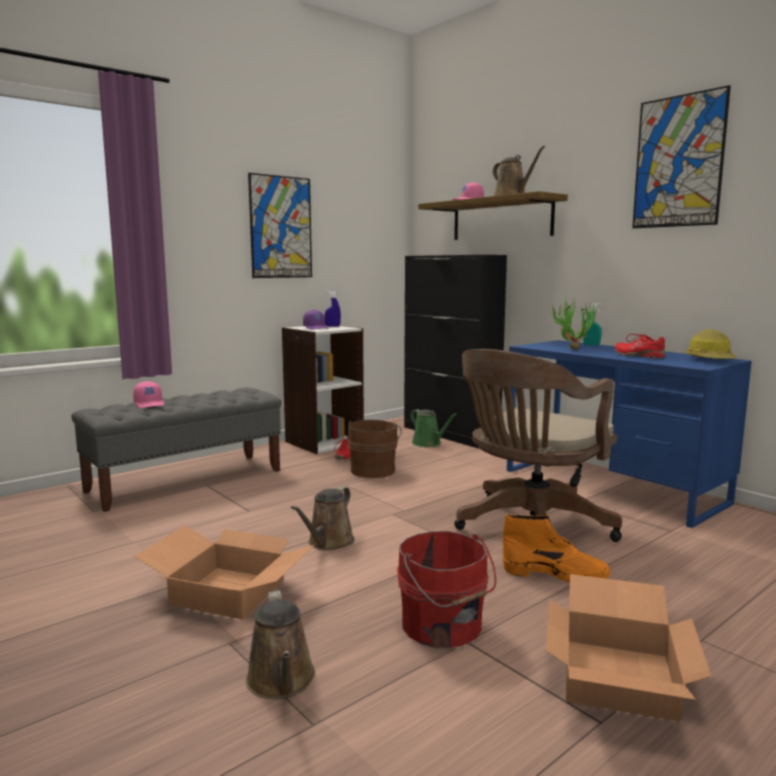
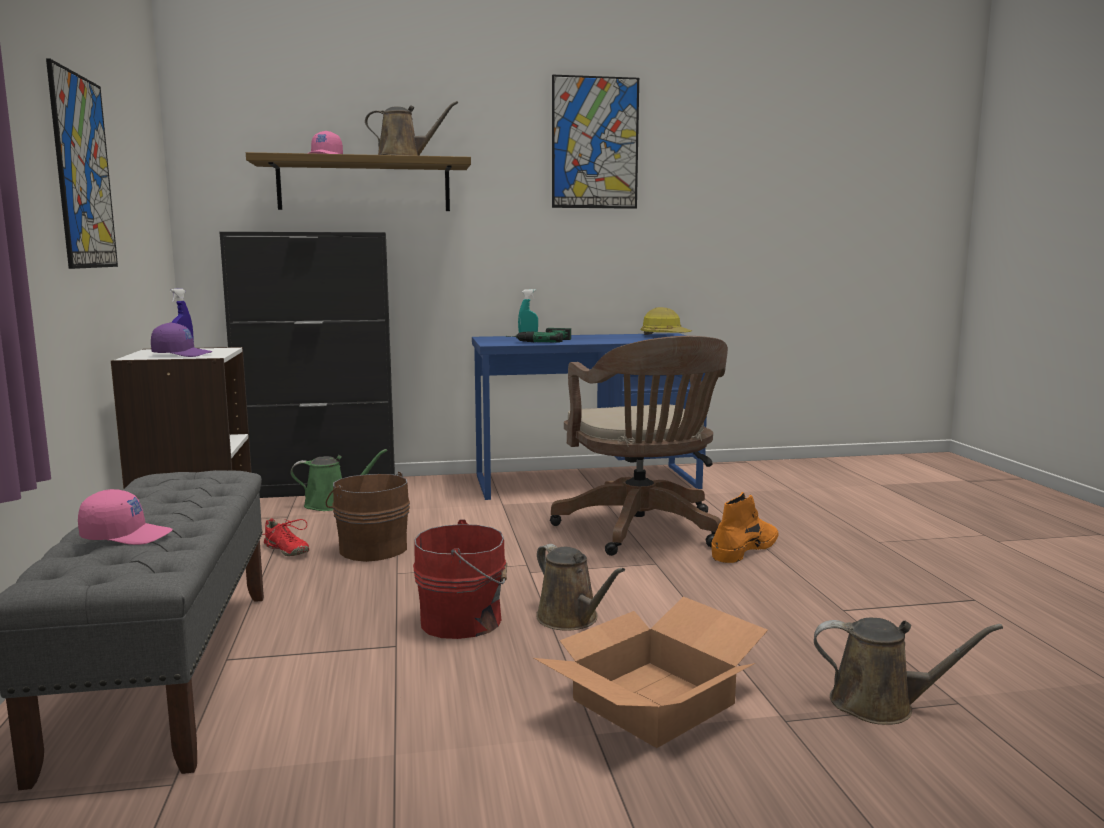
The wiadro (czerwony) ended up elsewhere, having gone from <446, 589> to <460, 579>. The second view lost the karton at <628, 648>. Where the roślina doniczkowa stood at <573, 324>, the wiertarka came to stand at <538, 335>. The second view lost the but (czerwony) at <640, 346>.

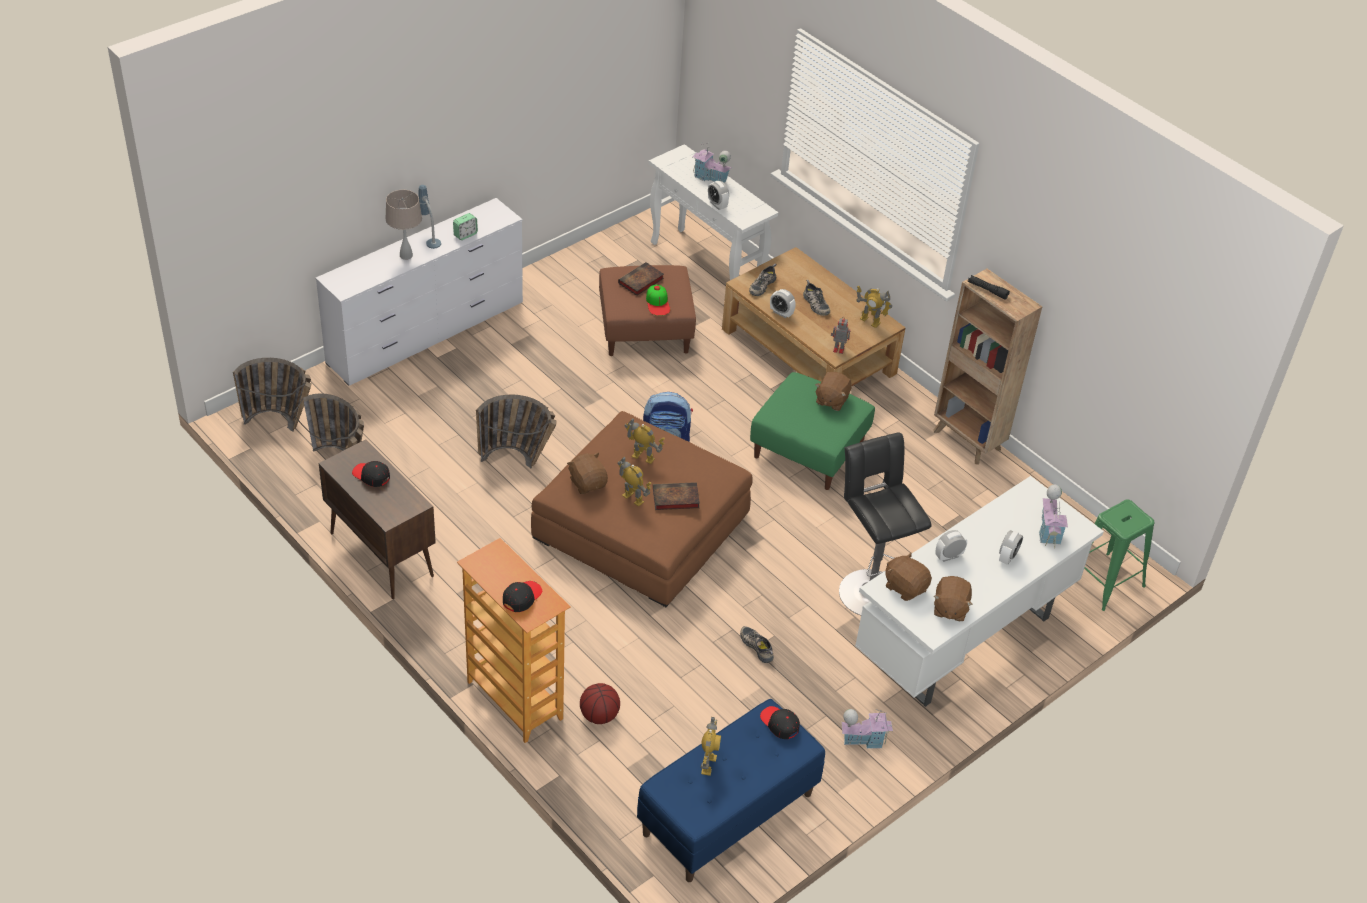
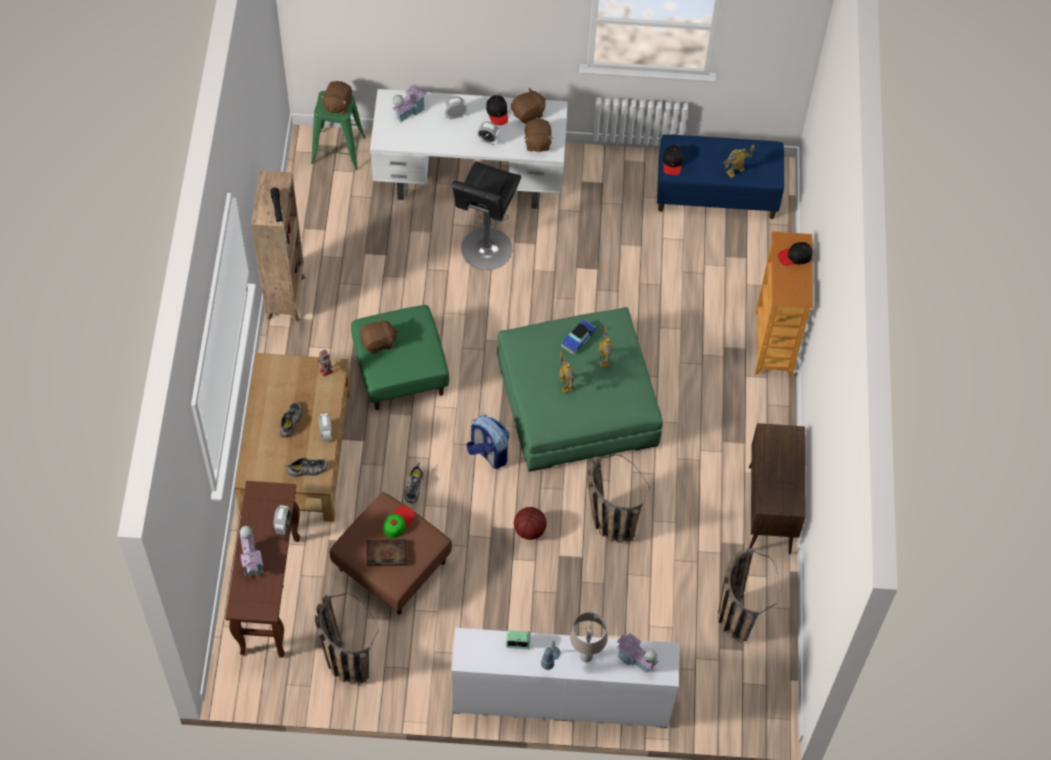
The koszyk ended up elsewhere, having gone from <272, 395> to <347, 638>. The czapka z daszkiem (czarny) ended up elsewhere, having gone from <371, 474> to <497, 110>. What was the pufa (brązowy) at <642, 509> turned into the pufa (zielony) at <580, 389>. The pluszak (brązowy) ended up elsewhere, having gone from <587, 473> to <336, 98>. The piłka do koszykówki ended up elsewhere, having gone from <600, 703> to <530, 523>. What was the stolik konsolowy (biały) at <713, 212> turned into the stolik konsolowy (brązowy) at <262, 569>. Where the książka stood at <676, 496>, the samochodzik came to stand at <578, 336>. The but ended up elsewhere, having gone from <757, 644> to <413, 483>. The domek ended up elsewhere, having gone from <867, 729> to <637, 653>. The second view lost the robot zabawkowy at <874, 307>.

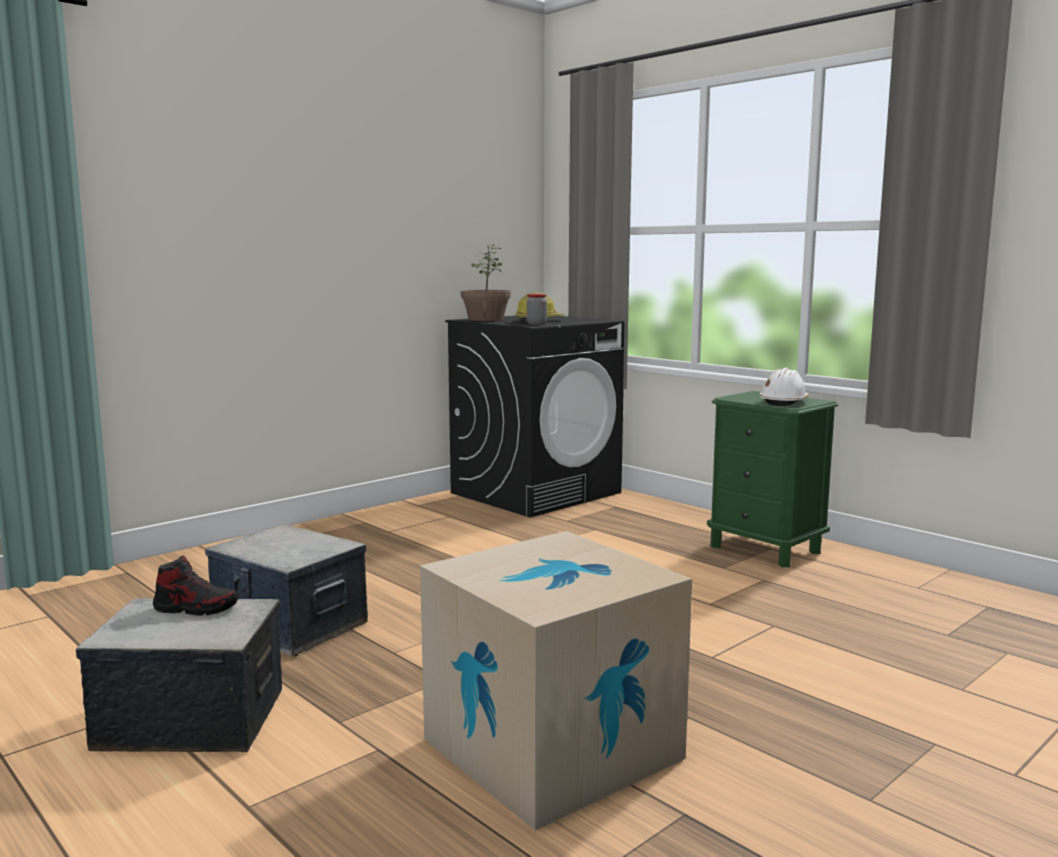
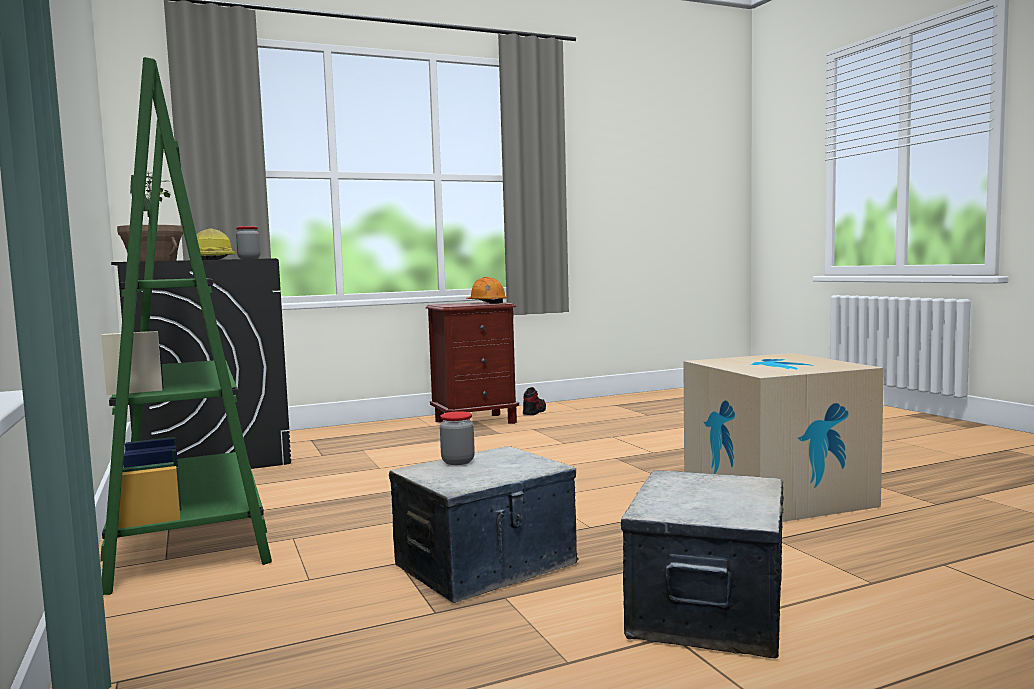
The but ended up elsewhere, having gone from <195, 585> to <534, 401>. What was the szafka nocna (zielony) at <772, 479> turned into the szafka nocna (brązowy) at <472, 363>. What was the kask (biały) at <784, 387> turned into the kask (pomarańczowy) at <486, 290>. The second view gained the regał (zielony) at <186, 326>. The second view gained the słoik at <457, 438>.

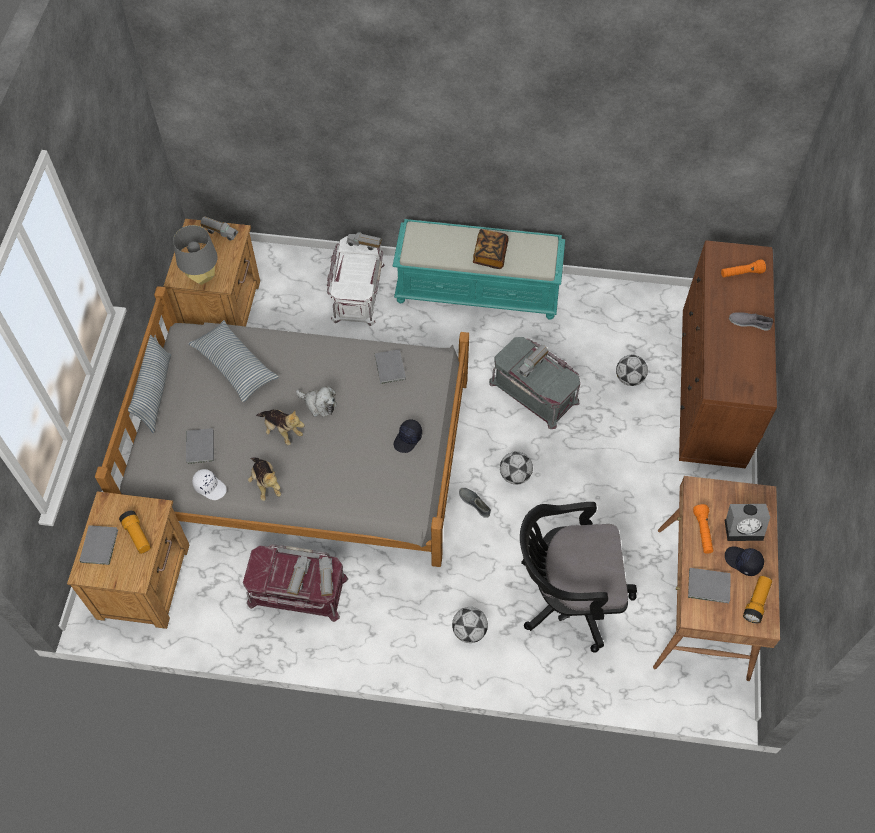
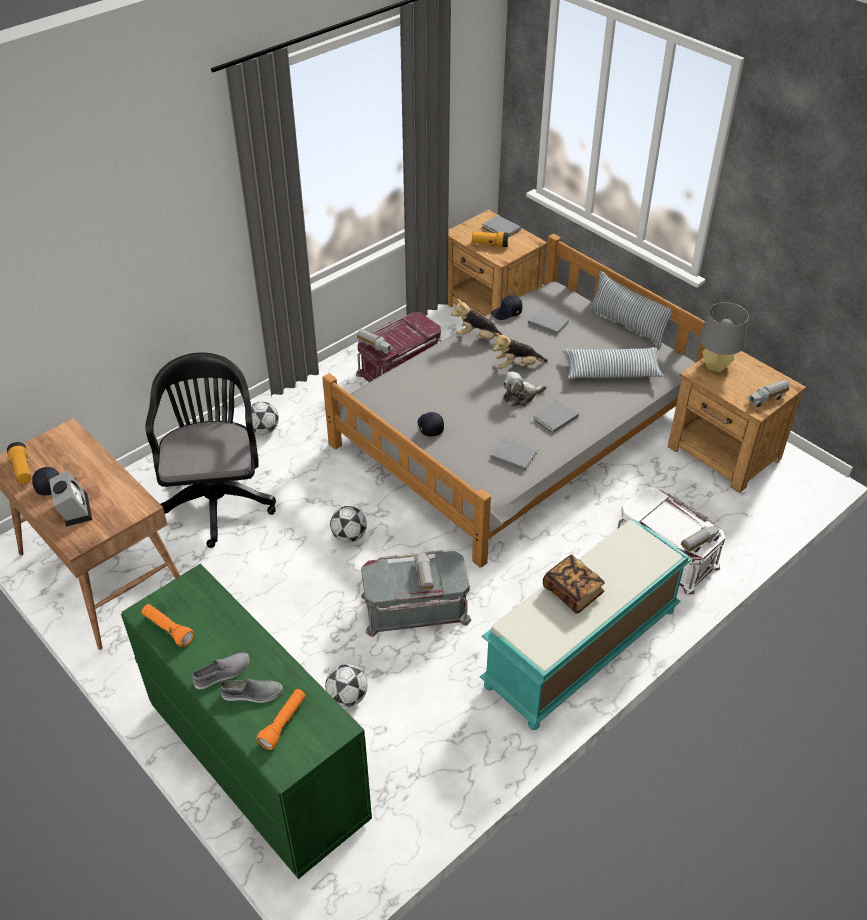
What was the czapka z daszkiem (biały) at <209, 484> turned into the czapka z daszkiem (czarny) at <506, 307>. The second view lost the ciężarówka zabawkowa at <299, 576>. The but (szary) ended up elsewhere, having gone from <475, 503> to <251, 690>. The krzesło biurowe (czarny) at <578, 577> ended up facing another way, 45 degrees counterclockwise from before. What was the komoda (brązowy) at <728, 354> turned into the komoda (zielony) at <246, 721>. The książka (szary) ended up elsewhere, having gone from <709, 585> to <556, 416>. The latarka (pomarańczowy) ended up elsewhere, having gone from <703, 529> to <168, 625>. The budzik at <747, 522> ended up facing another way, 120 degrees clockwise from before.

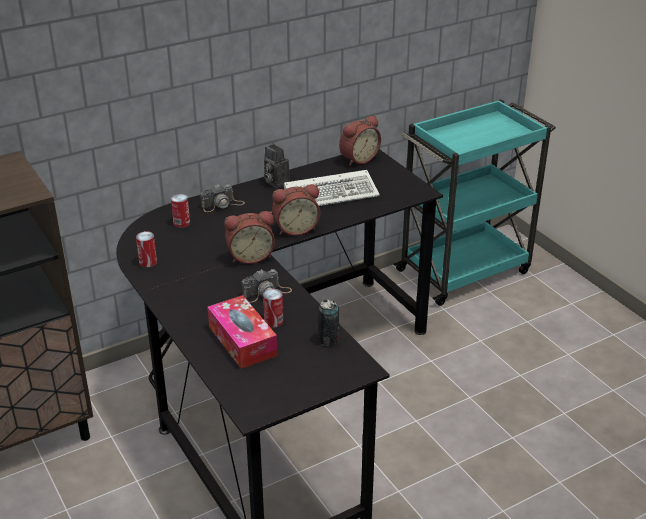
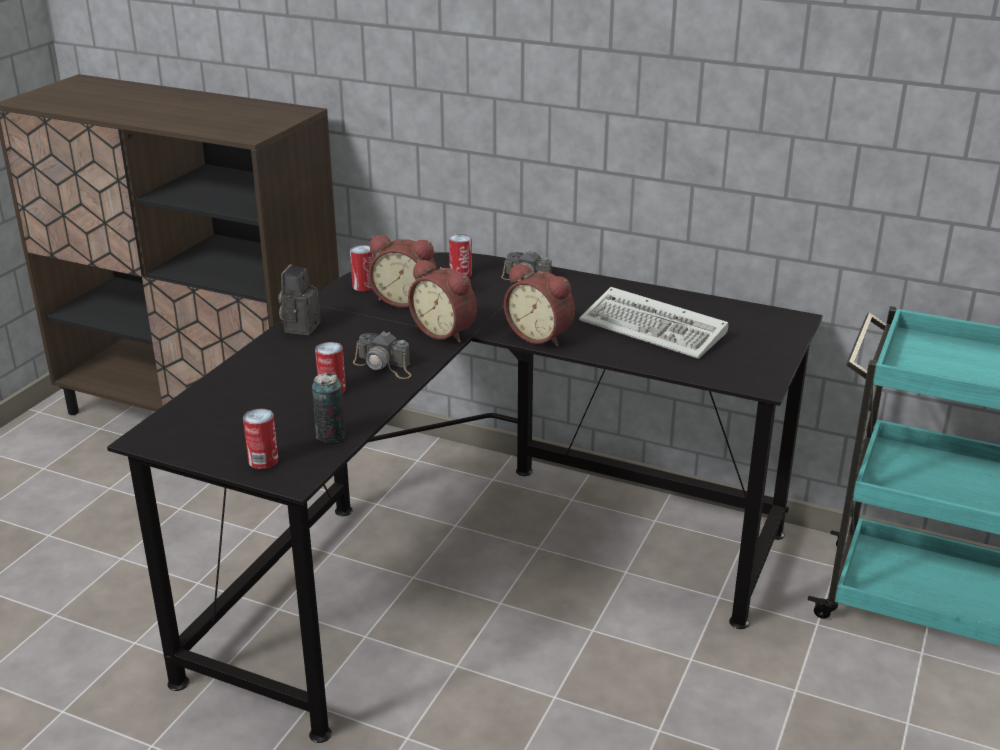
The second view lost the pudełko chusteczek at <242, 332>. The aparat fotograficzny ended up elsewhere, having gone from <277, 166> to <299, 299>. The budzik ended up elsewhere, having gone from <360, 140> to <403, 271>. The second view gained the puszka at <260, 439>.

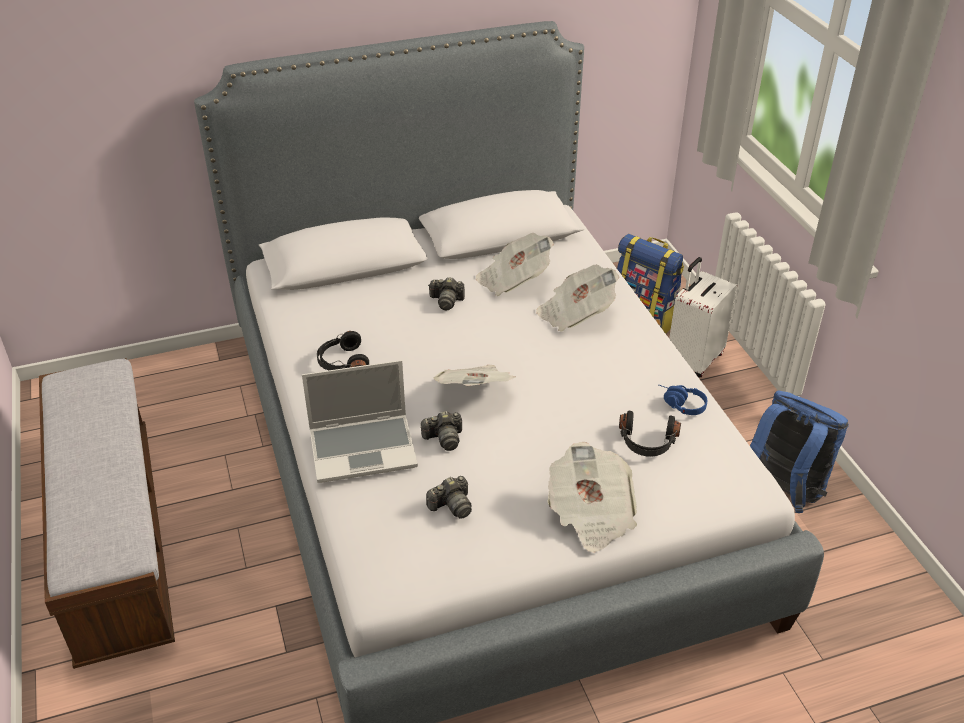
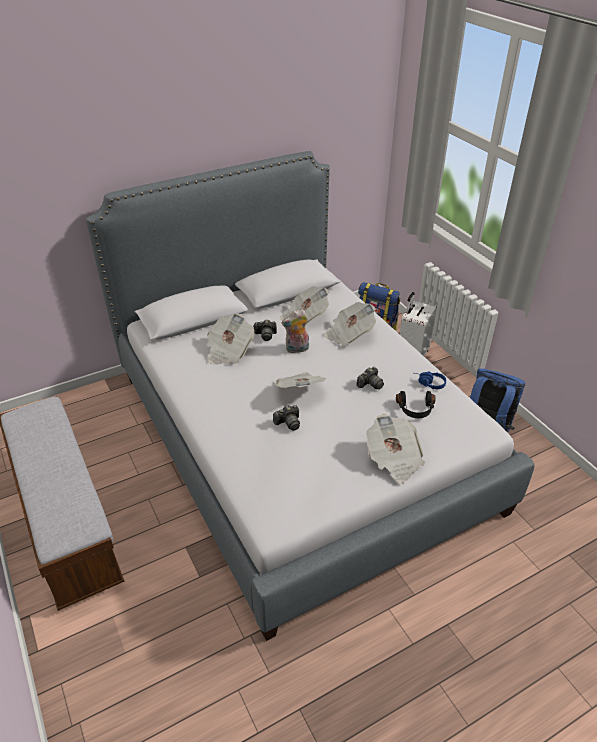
The second view lost the laptop at <360, 421>. The second view lost the słuchawki (czarny) at <343, 350>. The aparat fotograficzny ended up elsewhere, having gone from <449, 497> to <370, 378>. The second view gained the gazeta at <230, 339>. The second view gained the pluszak at <295, 331>.

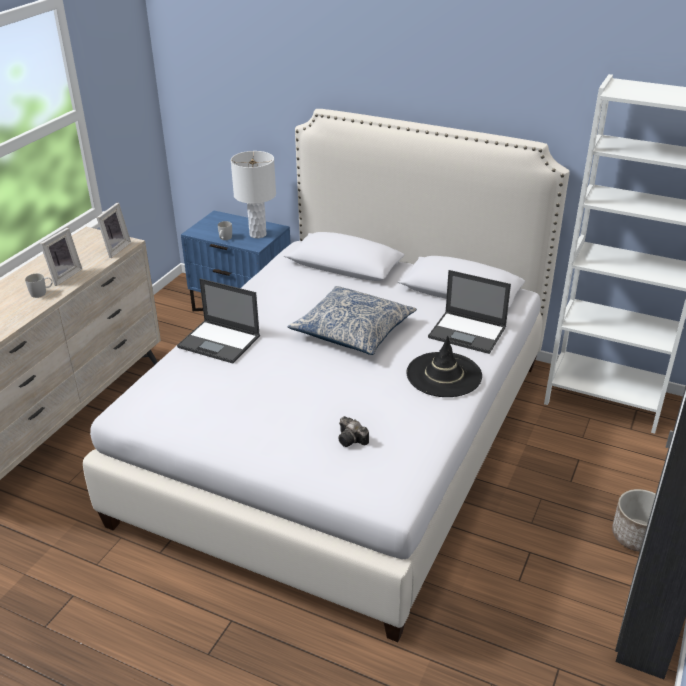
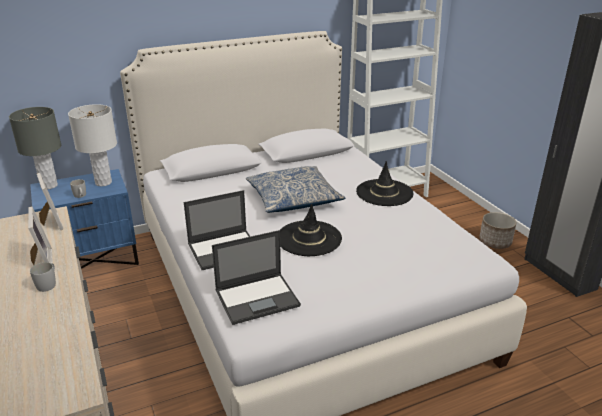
The second view lost the aparat fotograficzny at <353, 431>. The laptop ended up elsewhere, having gone from <469, 312> to <256, 277>. The second view gained the lampa stołowa (szary) at <35, 148>. The second view gained the kapelusz (czarny) at <311, 230>.

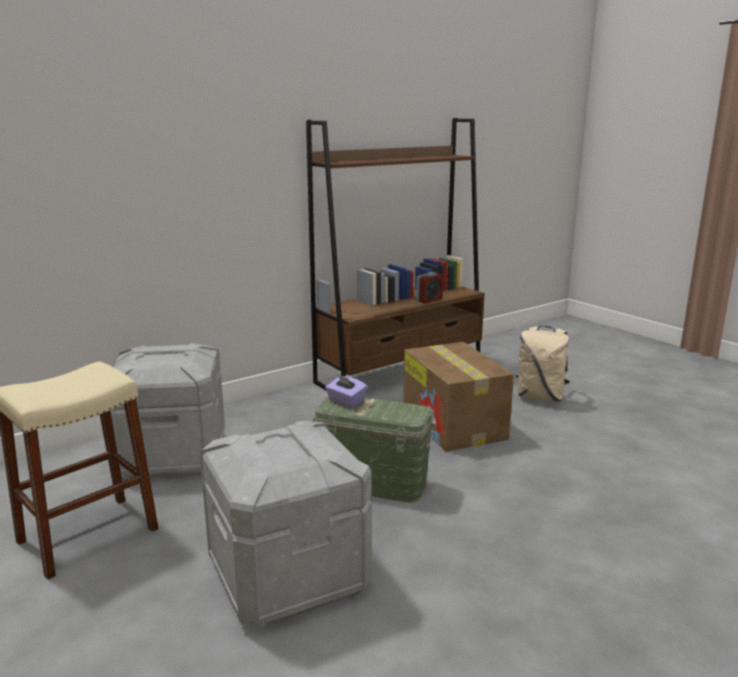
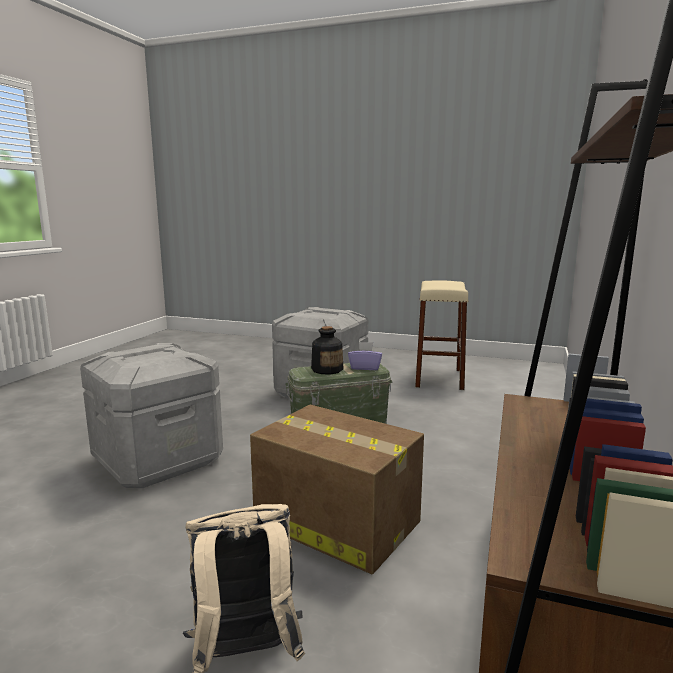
The pojemnik do przechowywania (szary) ended up elsewhere, having gone from <168, 411> to <151, 415>. The second view lost the budzik at <429, 287>. The second view gained the butelka at <327, 350>.

